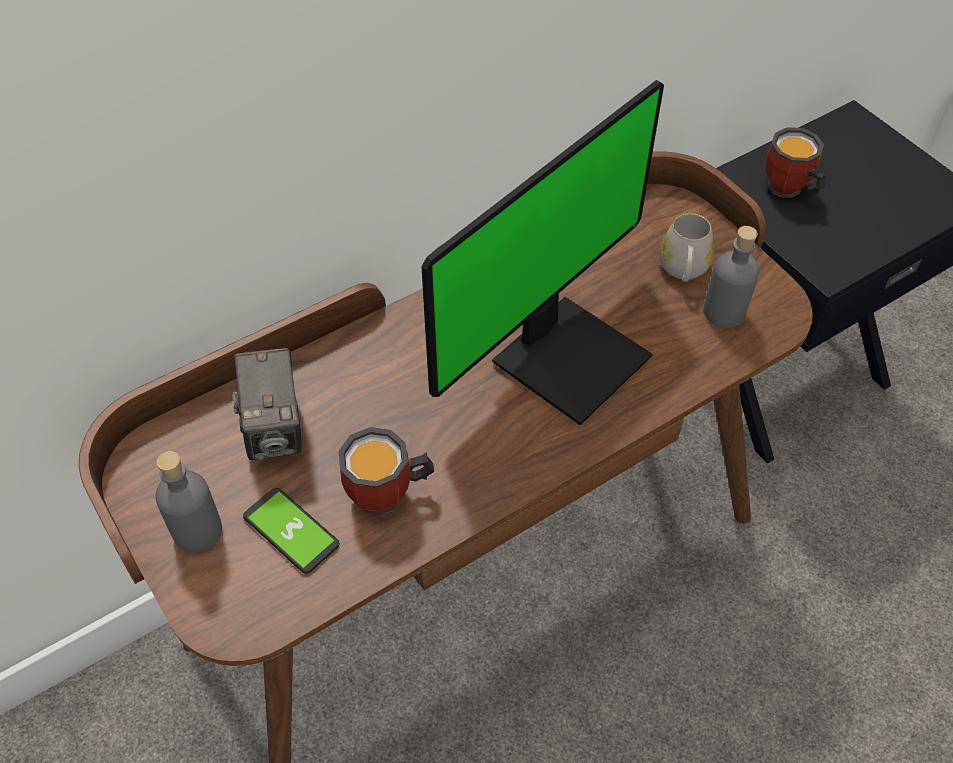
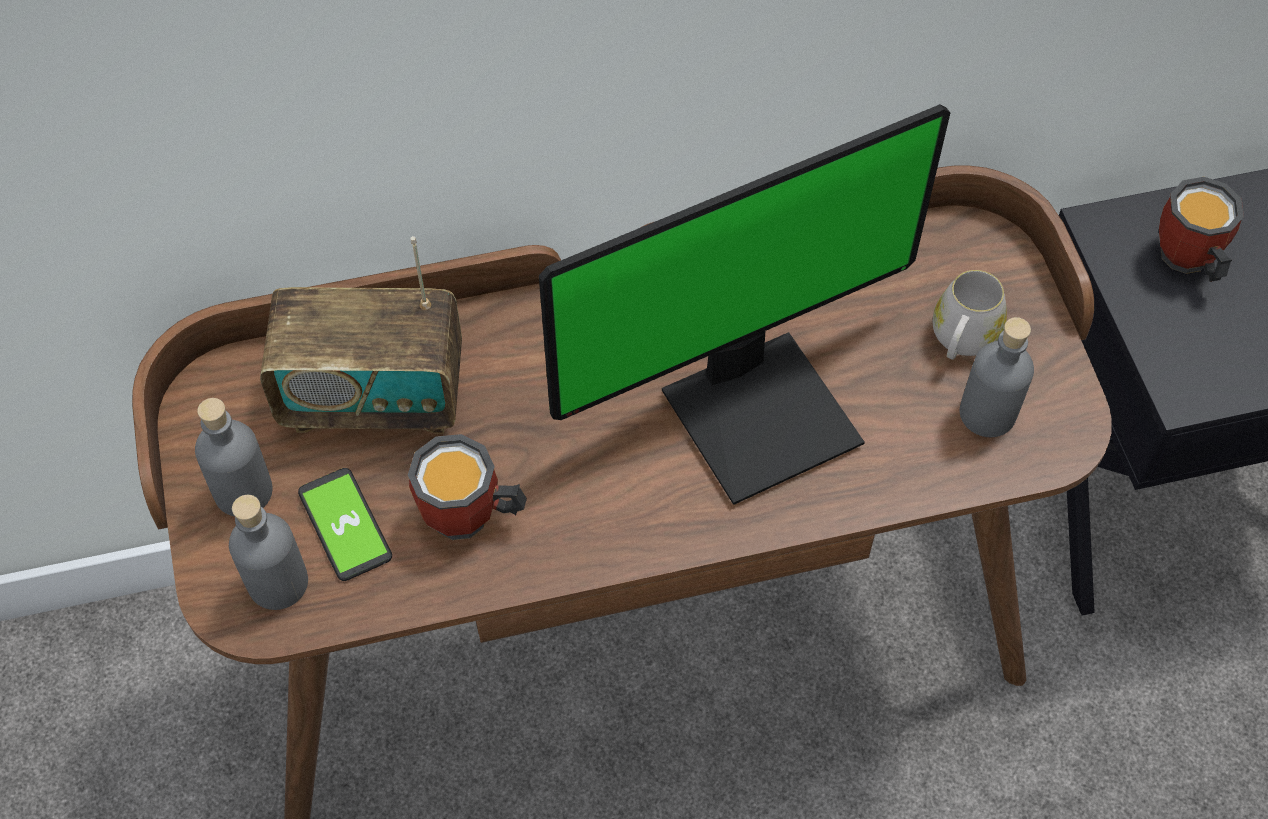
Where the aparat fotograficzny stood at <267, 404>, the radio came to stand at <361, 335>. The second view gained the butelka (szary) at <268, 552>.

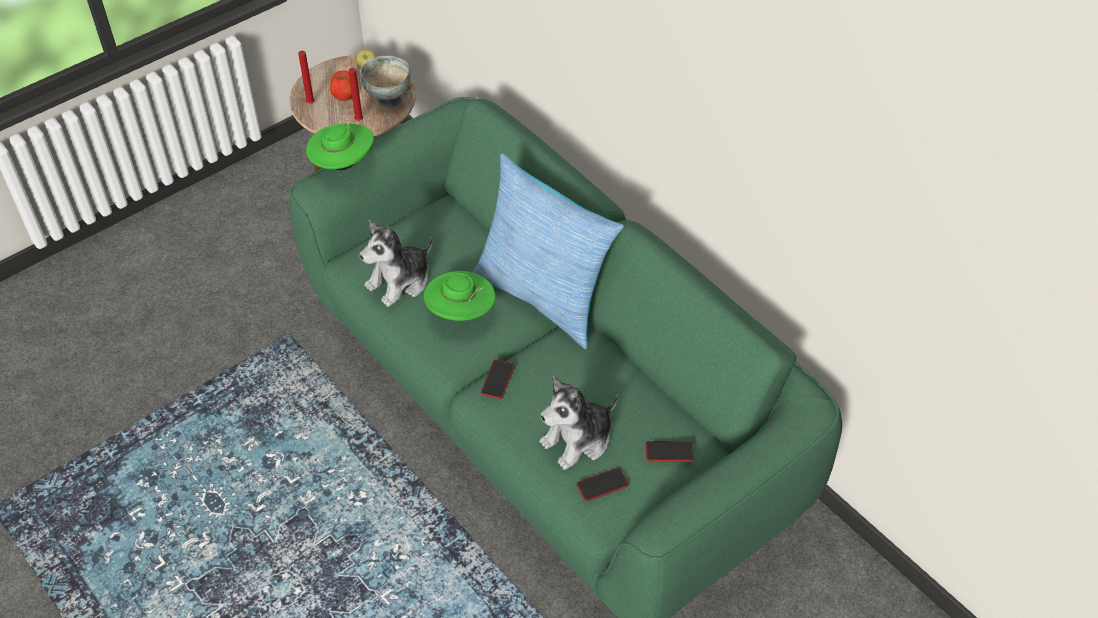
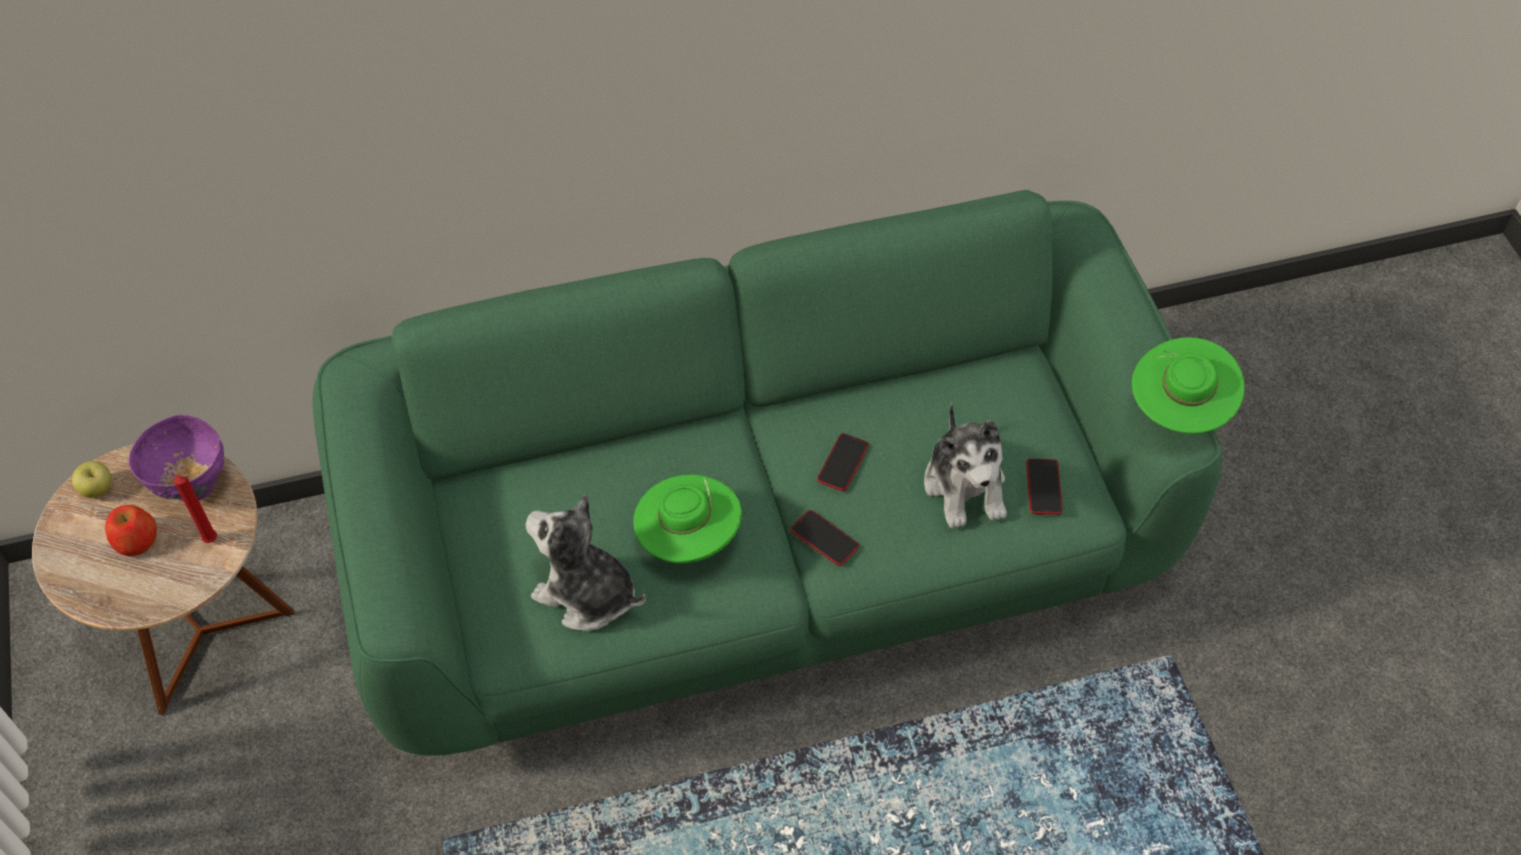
The second view lost the świeca (czerwony) at <306, 77>. The kapelusz (zielony) ended up elsewhere, having gone from <340, 143> to <1188, 385>. What was the miska (szary) at <385, 82> turned into the miska (fioletowy) at <176, 457>. The pluszak at <396, 263> ended up facing another way, 135 degrees clockwise from before. The second view lost the poduszka at <548, 251>. The telefon ended up elsewhere, having gone from <670, 451> to <843, 462>.

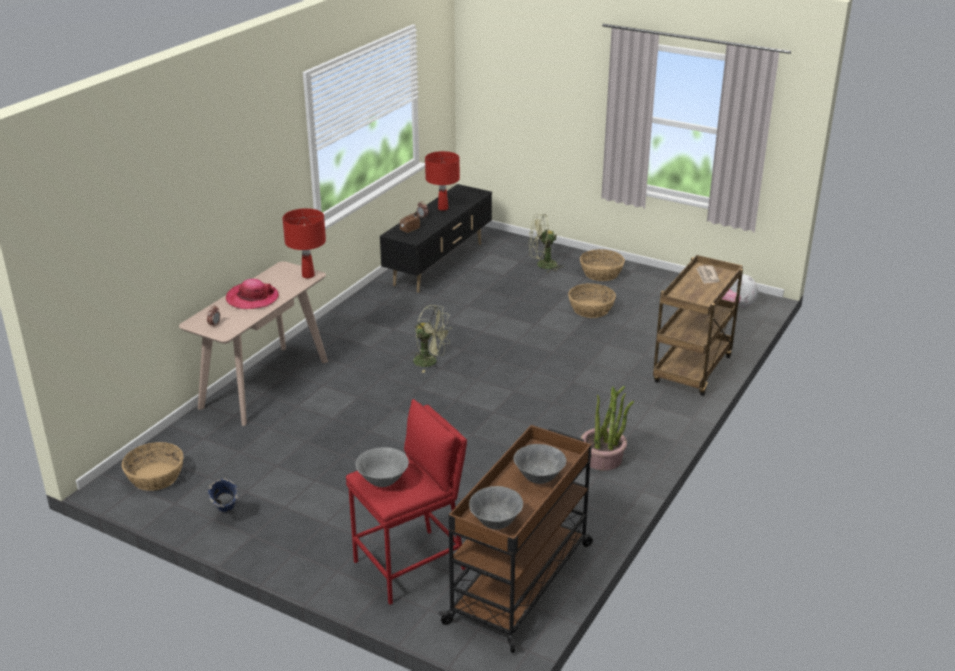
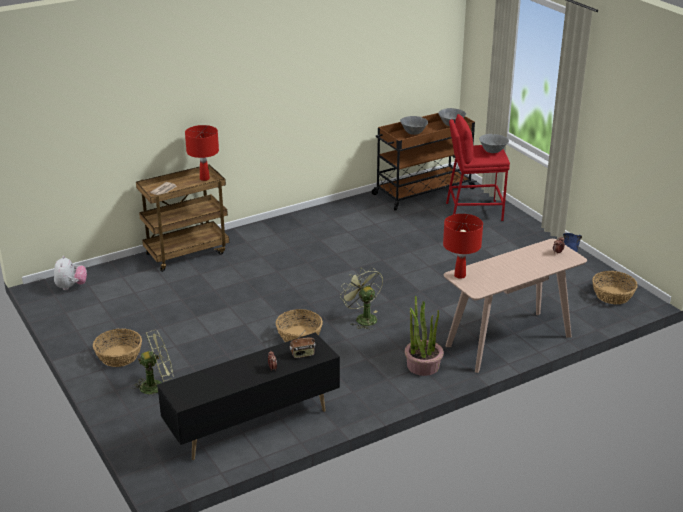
The second view lost the kapelusz at <252, 294>. The lampa stołowa (czerwony) ended up elsewhere, having gone from <442, 181> to <202, 153>. The wentylator (zielony) at <545, 243> ended up facing another way, 45 degrees counterclockwise from before. The koszyk ended up elsewhere, having gone from <592, 300> to <299, 325>. The roślina doniczkowa ended up elsewhere, having gone from <607, 428> to <424, 336>.

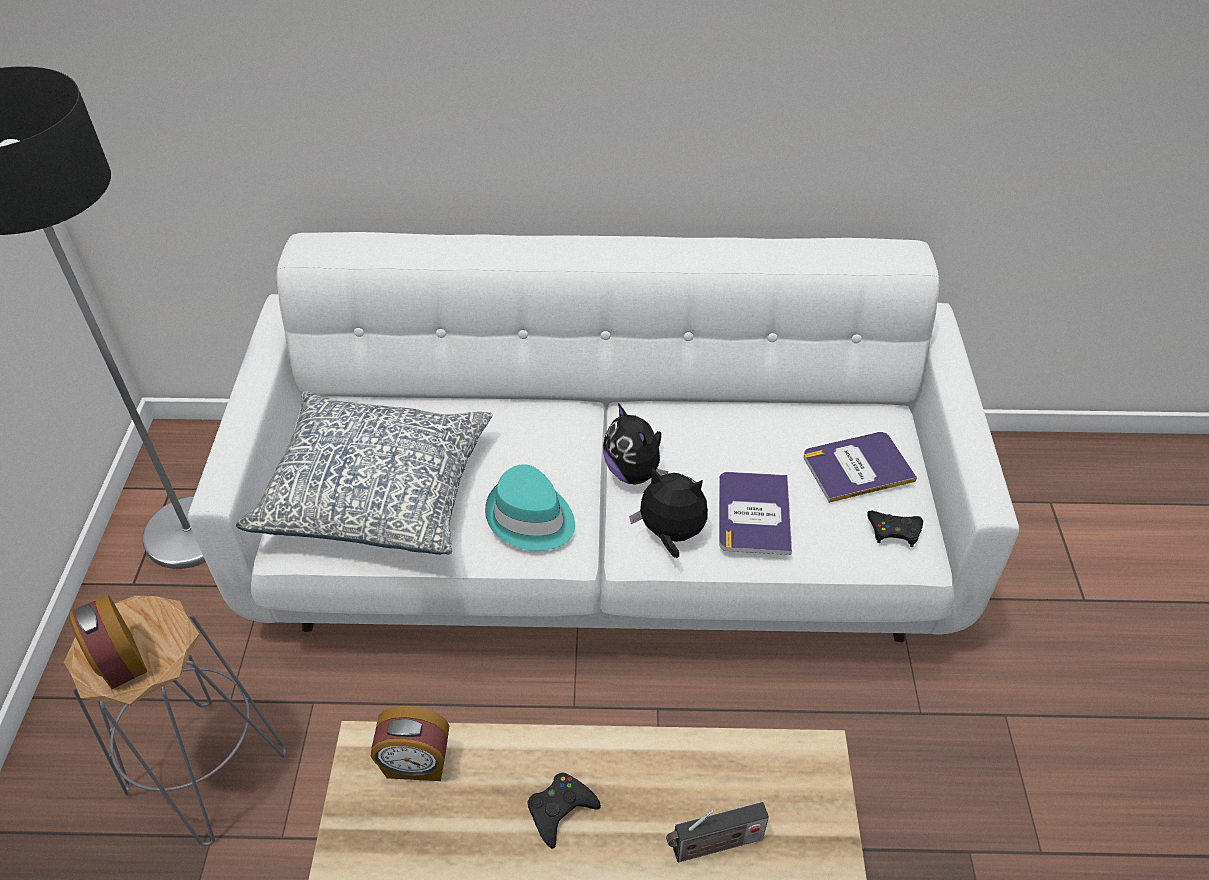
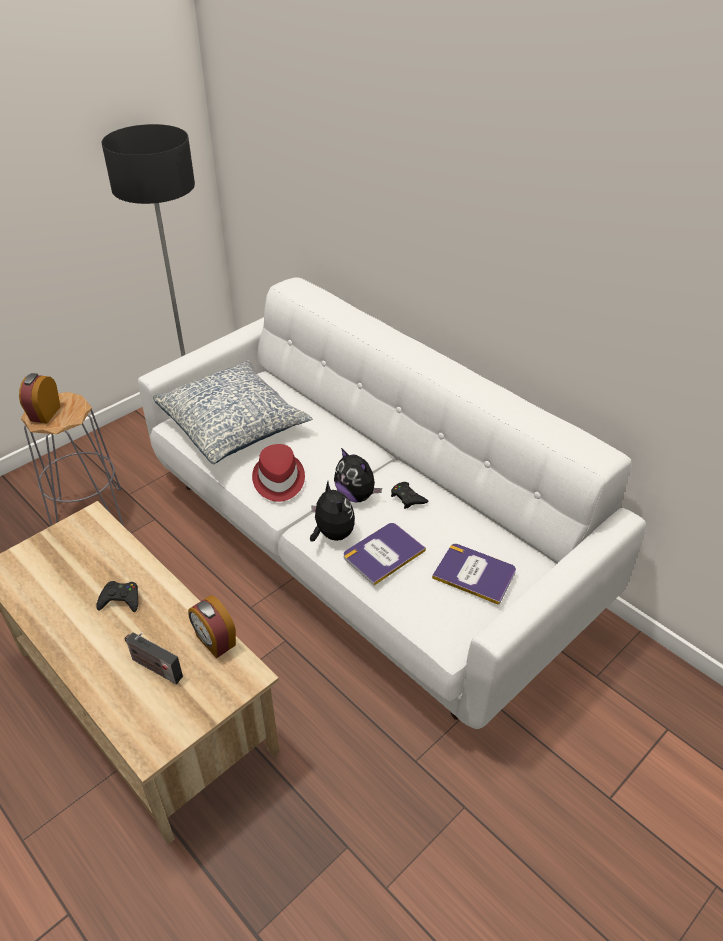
The budzik ended up elsewhere, having gone from <410, 743> to <212, 626>. What was the kapelusz (turkusowy) at <530, 507> turned into the kapelusz (czerwony) at <278, 473>. The pluszak at <635, 444> ended up facing another way, 60 degrees counterclockwise from before. The pad do gier (czarny) ended up elsewhere, having gone from <895, 529> to <409, 495>.

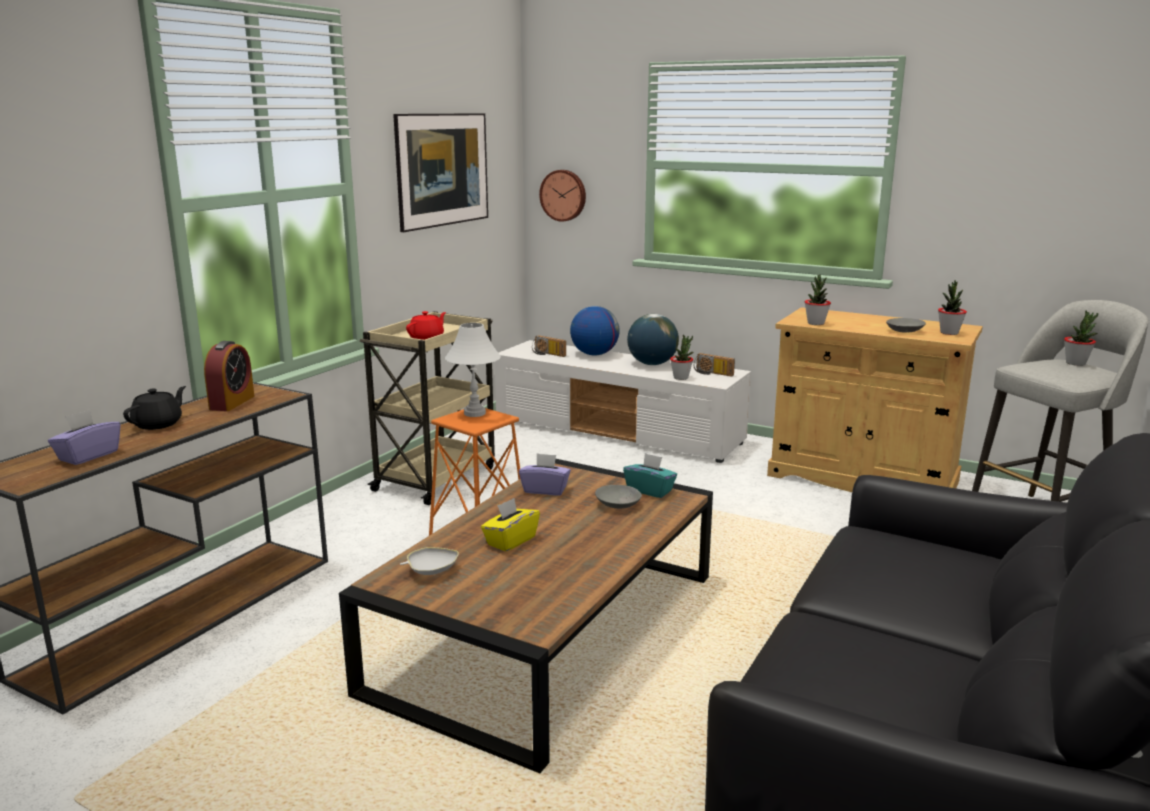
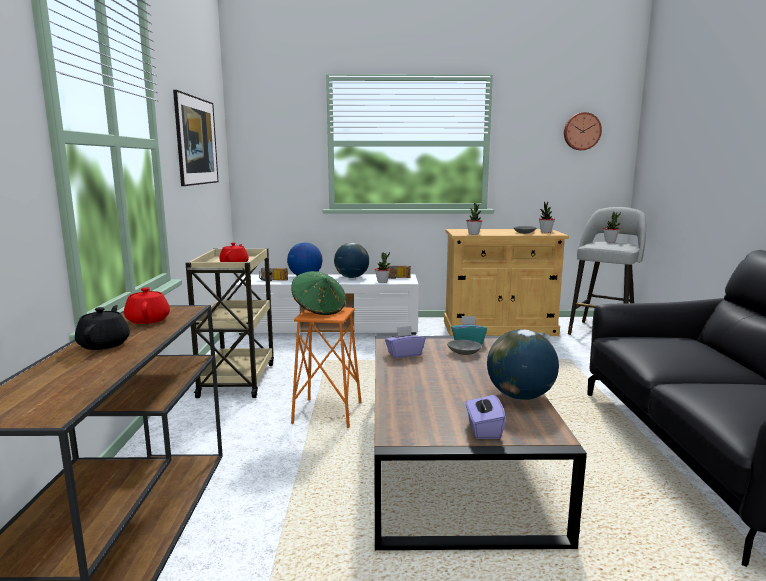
The pudełko chusteczek (fioletowy) ended up elsewhere, having gone from <84, 437> to <486, 415>. Where the budzik stood at <229, 376>, the imbryk (czerwony) came to stand at <147, 305>. The second view lost the miska (biały) at <429, 561>. Where the lampa stołowa (biały) stood at <473, 370>, the kapelusz (zielony) came to stand at <318, 293>. The second view lost the pudełko chusteczek (żółty) at <510, 524>. The zegar ścienny ended up elsewhere, having gone from <562, 196> to <583, 131>. The second view gained the globus at <523, 364>.

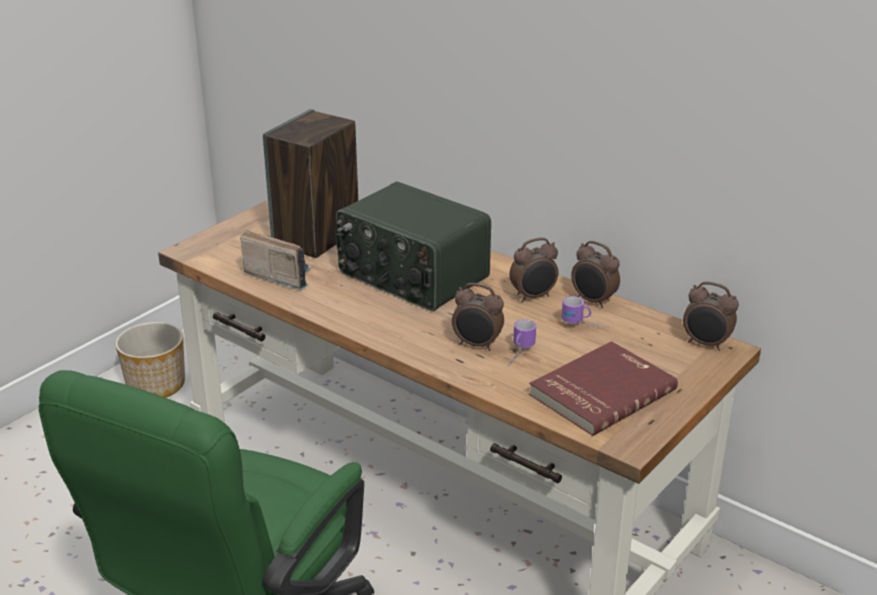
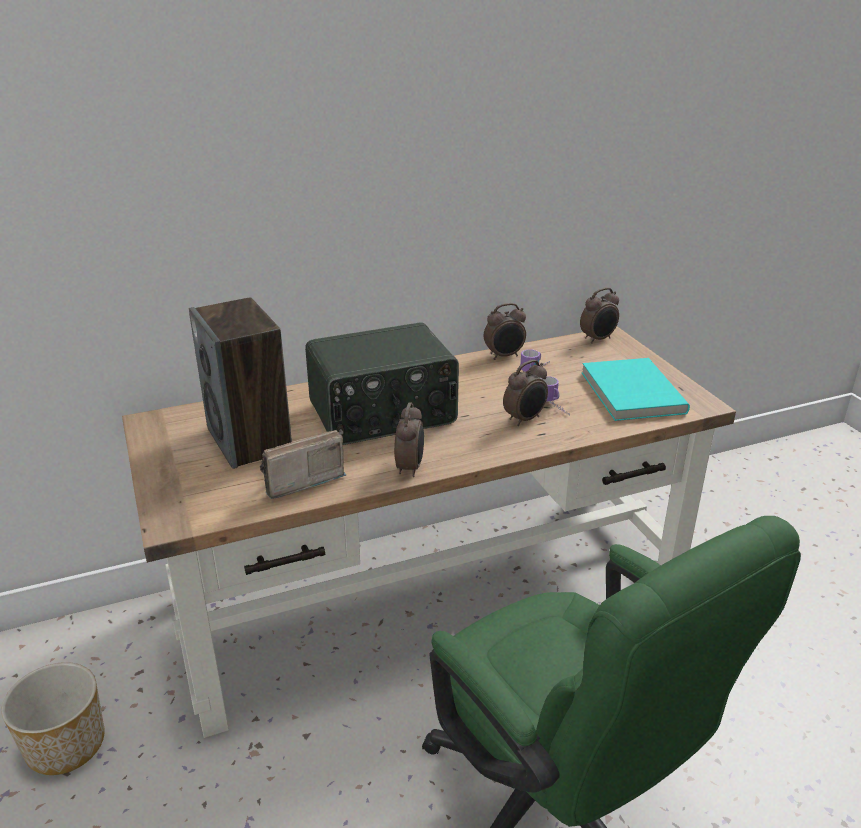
The budzik ended up elsewhere, having gone from <533, 269> to <409, 439>. What was the książka (czerwony) at <603, 388> turned into the książka (turkusowy) at <636, 389>.

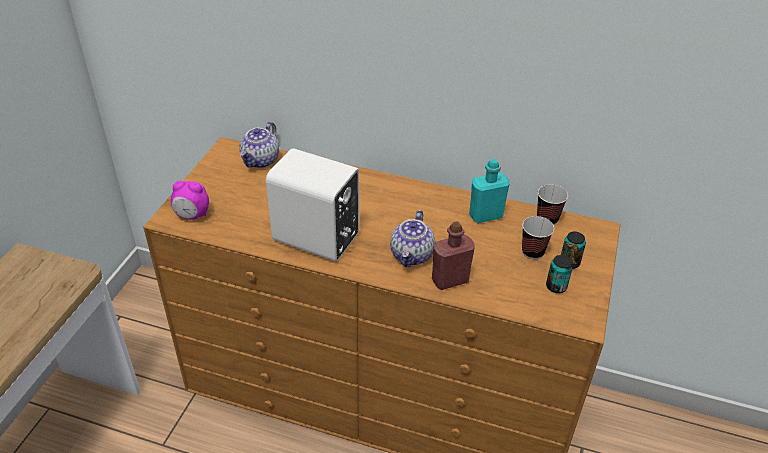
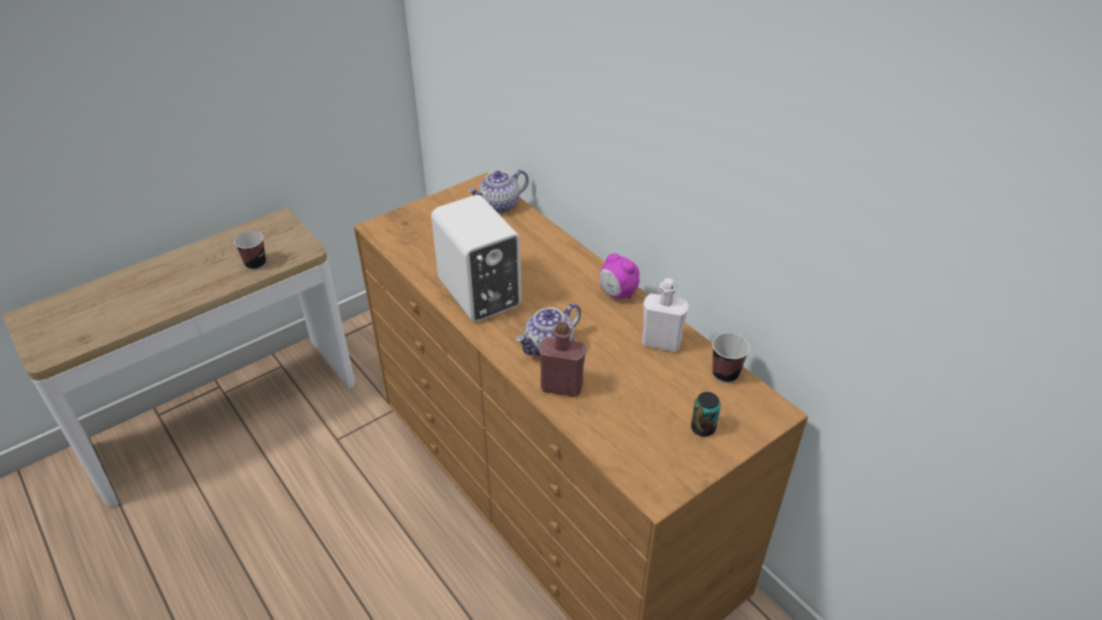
The budzik ended up elsewhere, having gone from <190, 200> to <619, 276>. What was the butelka (turkusowy) at <489, 191> turned into the butelka (biały) at <665, 315>. The filiżanka ended up elsewhere, having gone from <538, 237> to <250, 250>. The second view lost the puszka at <559, 274>.

